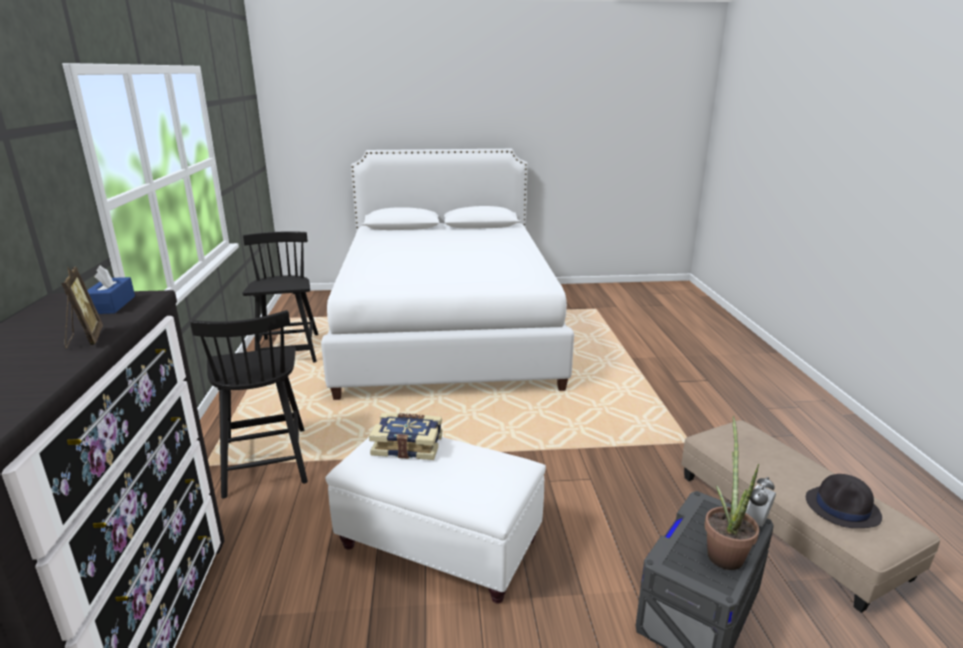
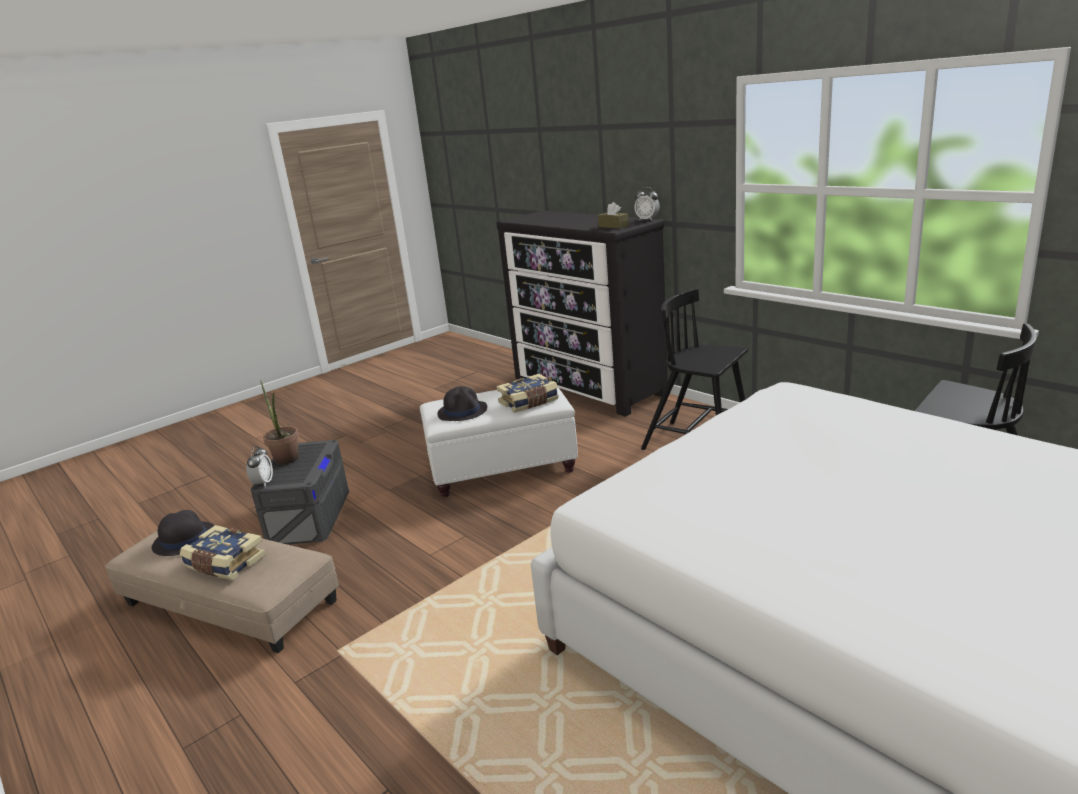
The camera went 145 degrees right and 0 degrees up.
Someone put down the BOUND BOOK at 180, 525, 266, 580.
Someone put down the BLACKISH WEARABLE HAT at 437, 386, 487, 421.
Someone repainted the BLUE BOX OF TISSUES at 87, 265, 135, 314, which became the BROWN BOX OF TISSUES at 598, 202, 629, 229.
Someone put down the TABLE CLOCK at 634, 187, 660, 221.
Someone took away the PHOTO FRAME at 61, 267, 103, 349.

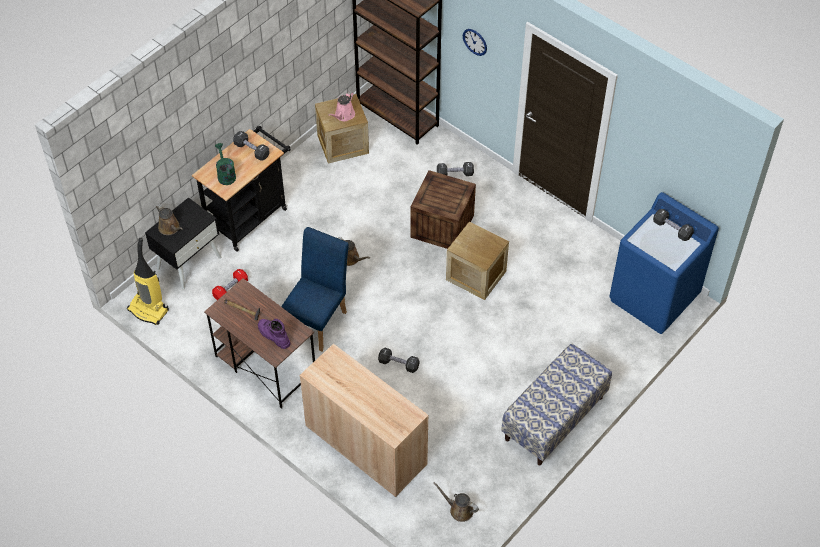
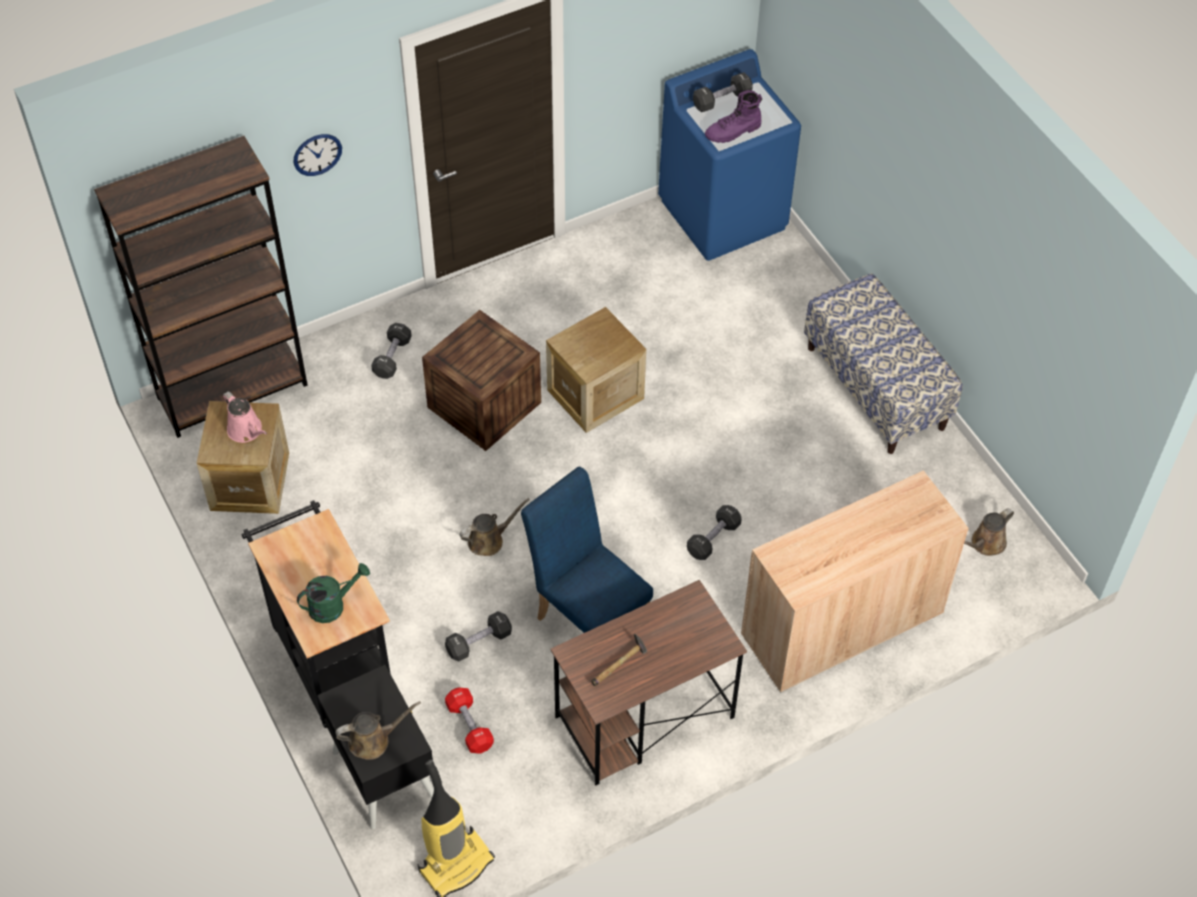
The camera went 70 degrees left and 0 degrees up.
Someone rotated the GREENISH WATERING POT at 215, 143, 236, 185 by 150 degrees clockwise.
Someone carried the BLACKISH DUMBBELL from 233, 131, 269, 161 to 445, 611, 512, 661.
Someone carried the PURPLISH TALL BOOT from 258, 319, 291, 349 to 705, 90, 762, 143.

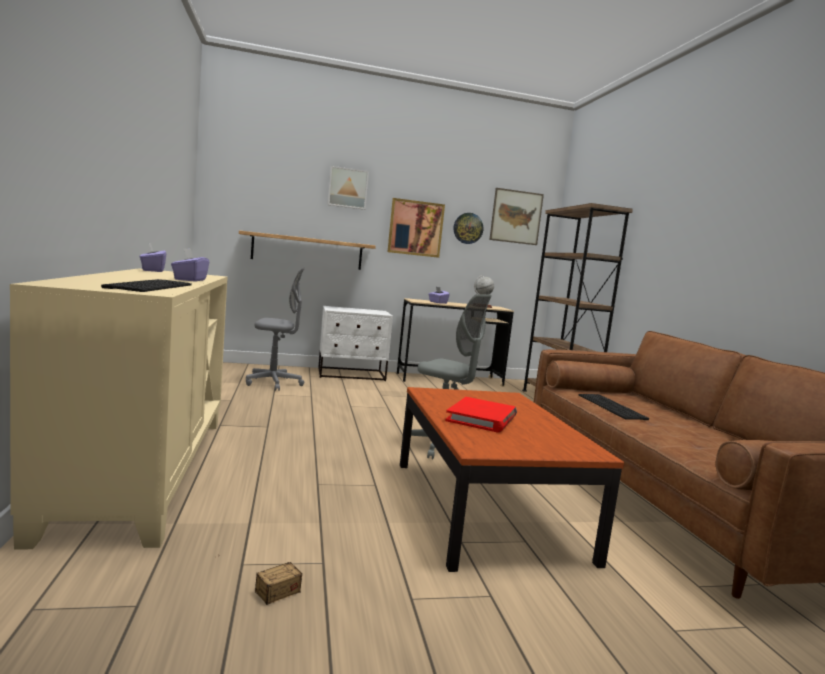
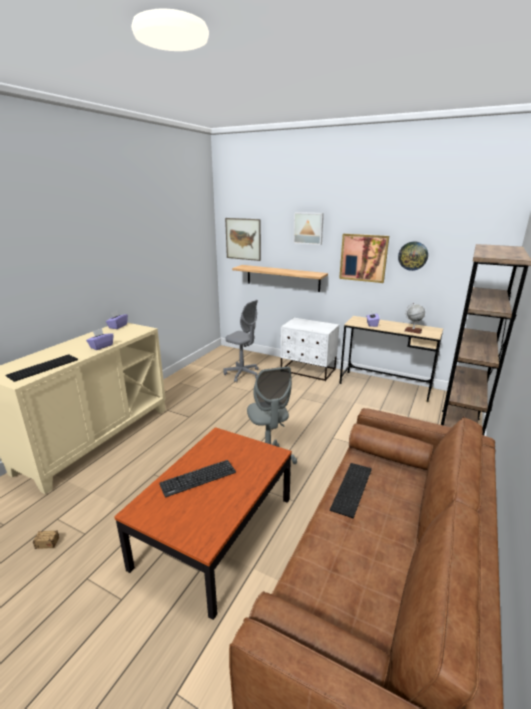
The camera went 40 degrees right and 15 degrees up.
Someone swapped the REDDISH BOUND BOOK at 445, 397, 517, 433 for the PC KEYBOARD at 159, 460, 236, 497.
Someone carried the WALL PICTURE from 489, 188, 544, 245 to 225, 218, 261, 261.

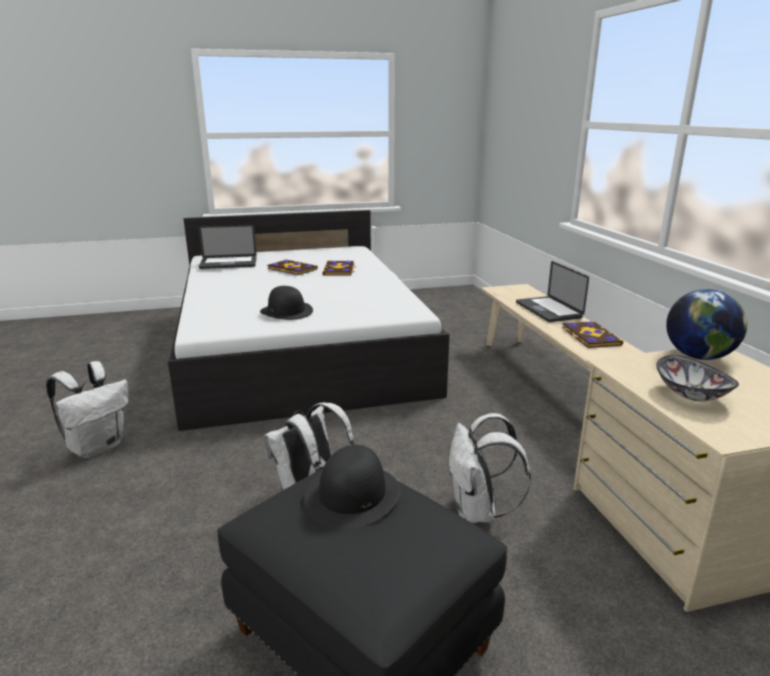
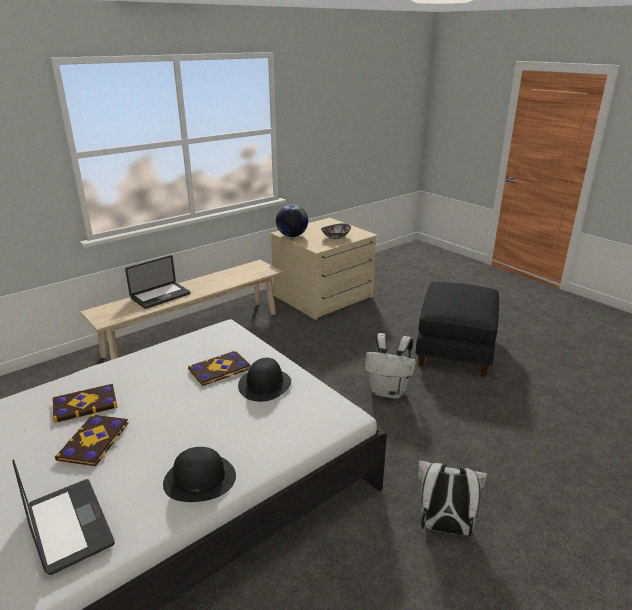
The camera went 115 degrees left and 5 degrees up.
Someone carried the BLACKISH WEARABLE HAT from 304, 445, 400, 529 to 163, 447, 236, 502.
Someone carried the BOUND BOOK from 562, 321, 623, 348 to 188, 350, 251, 386.
Someone took away the WHITE RUCKSACK at 449, 413, 531, 523.

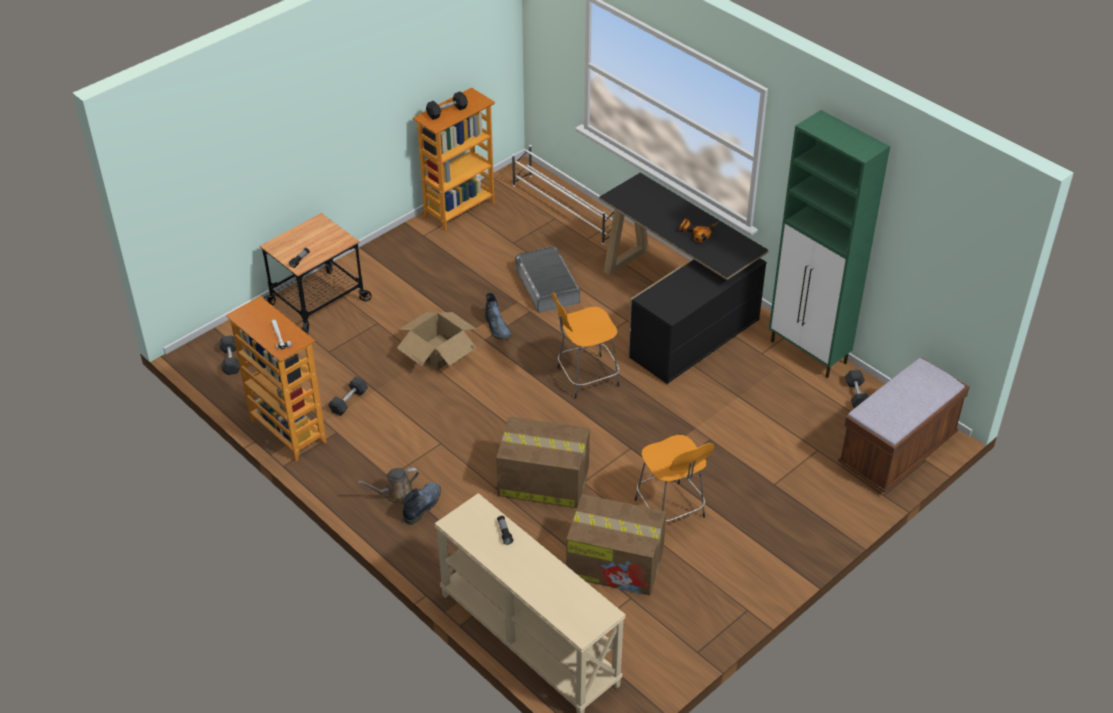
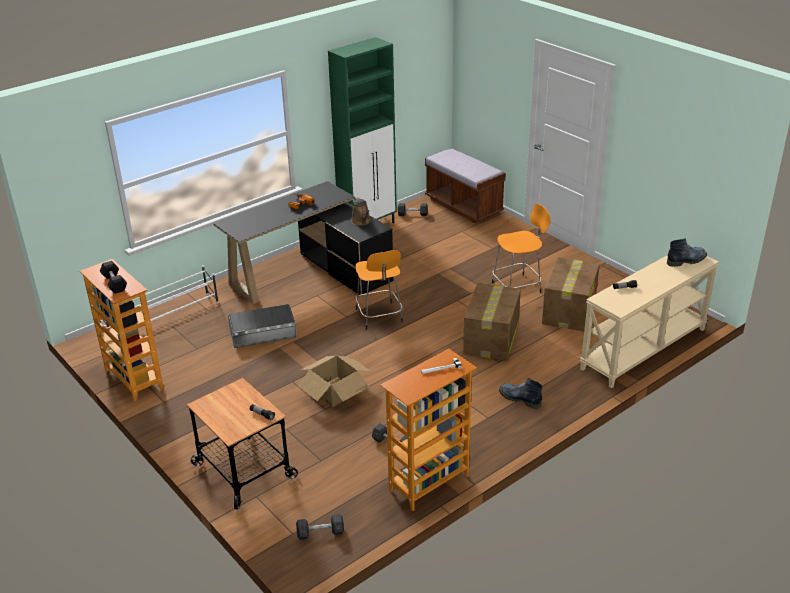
The camera went 85 degrees left and 10 degrees down.
Someone carried the BROWN WATERING POT from 358, 468, 419, 504 to 351, 196, 371, 226.
Someone carried the TALL BOOT from 485, 293, 512, 340 to 667, 238, 707, 267.

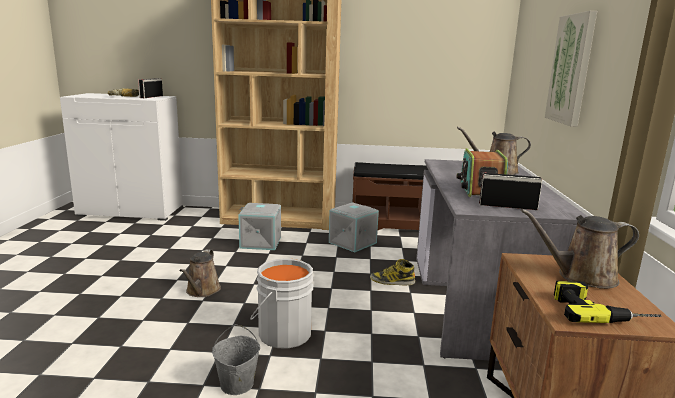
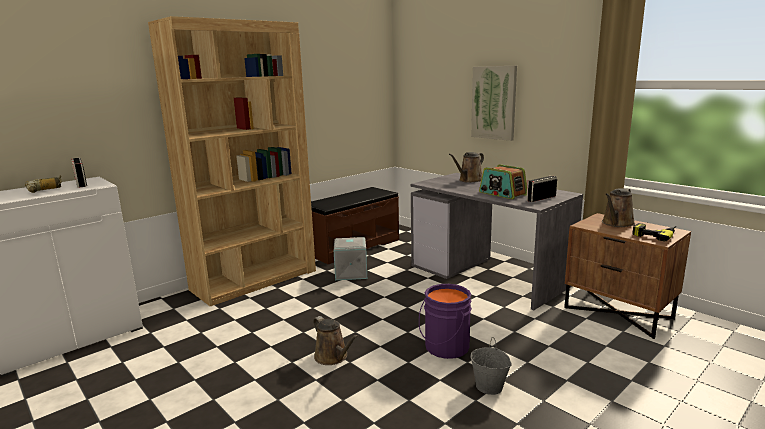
The camera went 45 degrees left and 0 degrees up.
Someone repainted the GREYISH WATER BUCKET at 250, 259, 313, 348, which became the PURPLISH WATER BUCKET at 419, 284, 472, 359.
Someone took away the GREYISH STORAGE CONTAINER at 238, 203, 281, 250.
Someone took away the TALL BOOT at 370, 259, 415, 285.

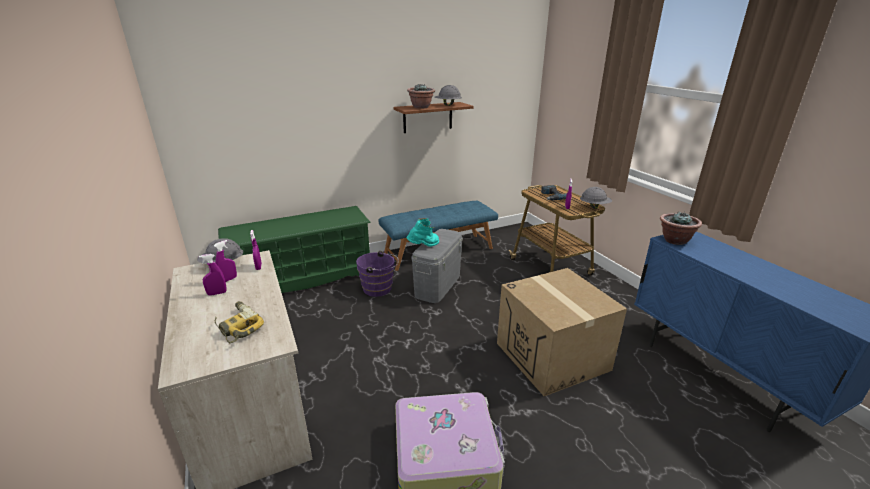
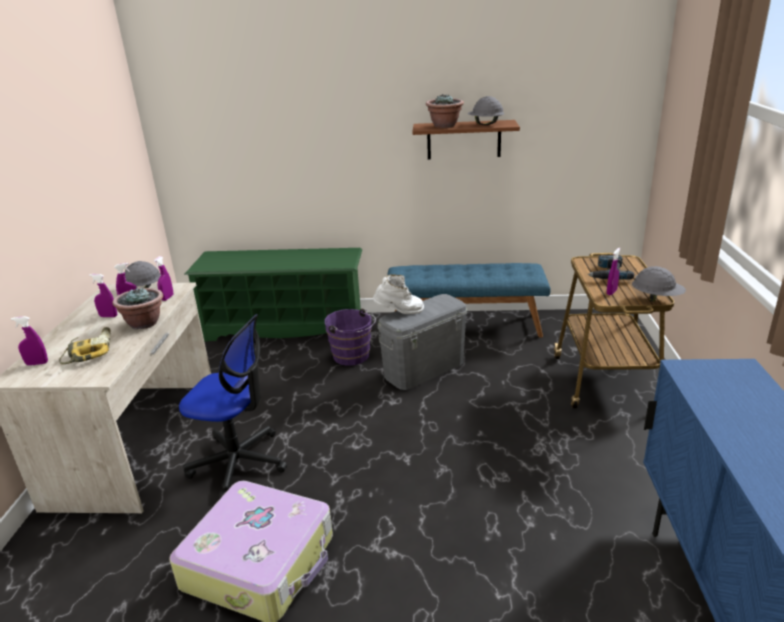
The camera went 30 degrees right and 0 degrees up.
Someone put down the PURPLISH SPRAYER at 11, 316, 48, 366.
Someone carried the HOUSEPLANT from 660, 212, 702, 245 to 112, 286, 163, 329.
Someone put down the COMPUTER CHAIR at 179, 314, 287, 497.
Someone repainted the BLUE-GREEN TALL BOOT at 406, 218, 439, 247, which became the WHITE TALL BOOT at 373, 274, 424, 314.
Someone took away the CARDBOARD BOX at 497, 268, 627, 396.

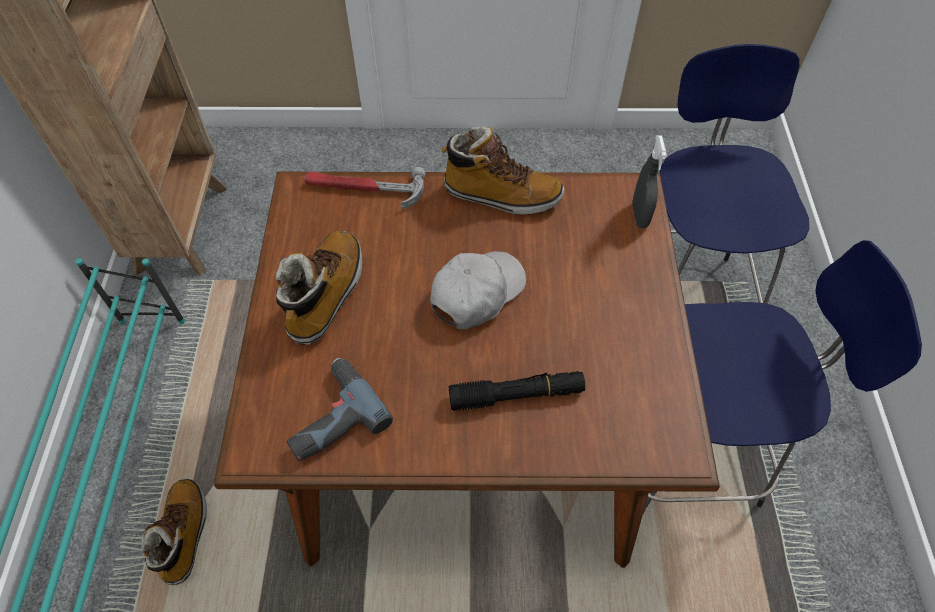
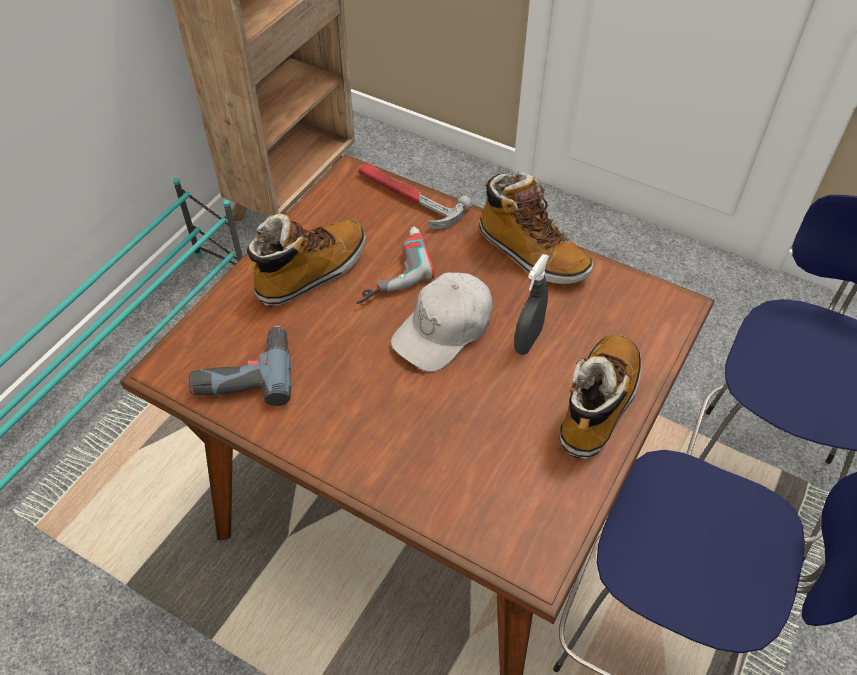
The camera went 30 degrees right and 5 degrees down.
Someone put down the ELECTRIC DRILL at 356, 226, 435, 304.
Someone rotated the WHITE BASEBALL CAP at 430, 251, 526, 329 by 150 degrees clockwise.
Someone carried the GREYISH SPRAYER from 632, 135, 667, 228 to 514, 254, 549, 355.
Someone carried the TALL BOOT from 141, 479, 207, 585 to 559, 335, 642, 459.
Someone took away the BLACKISH HAND TORCH at 449, 371, 585, 411.

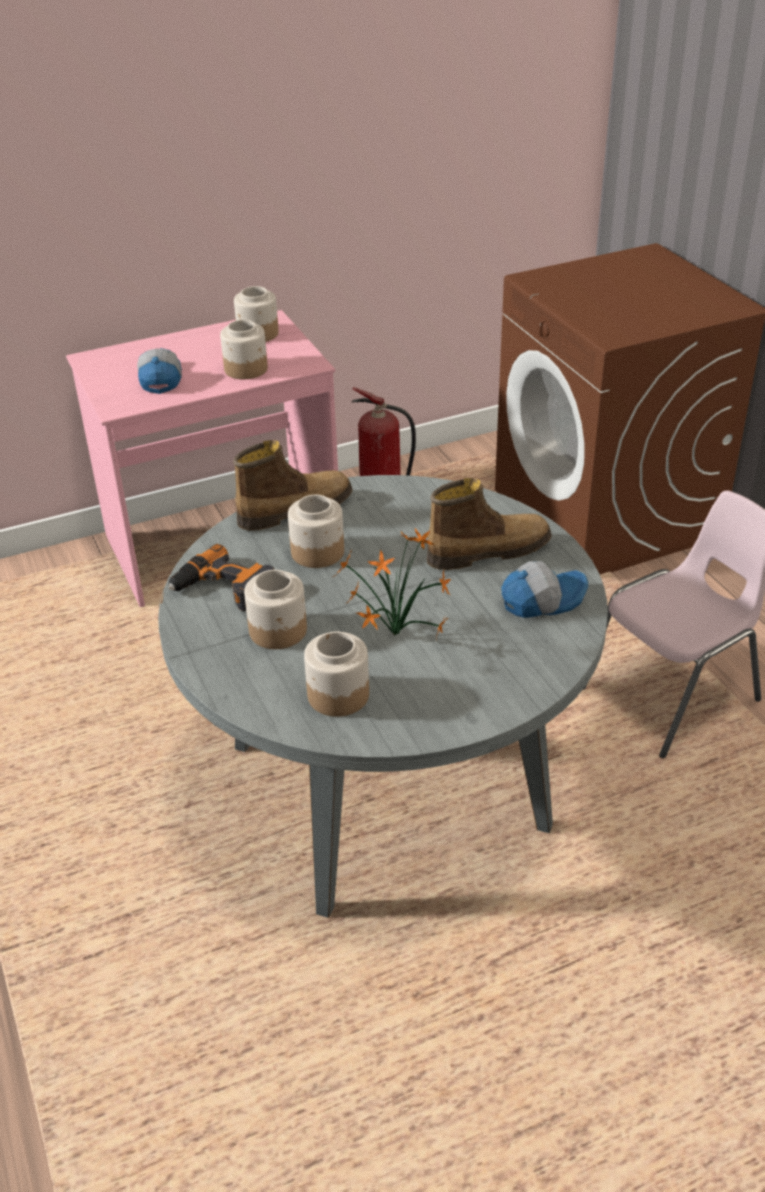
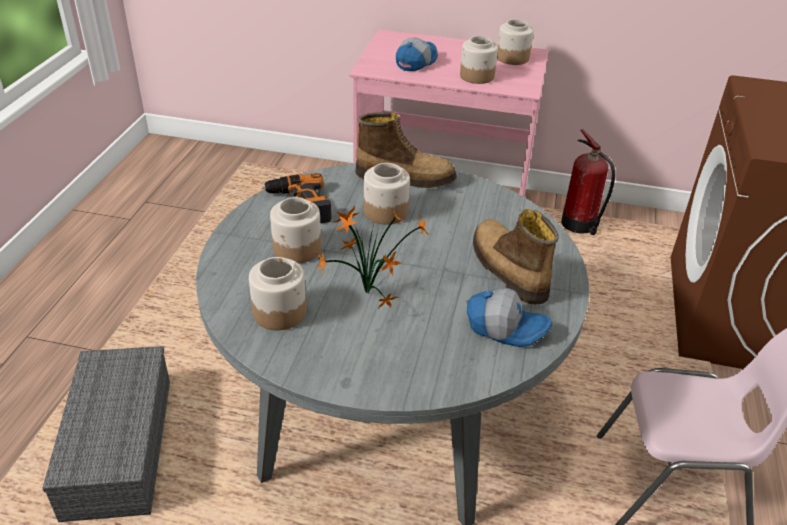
The camera went 35 degrees right and 0 degrees up.
Someone put down the GREYISH STORAGE CONTAINER at 42, 346, 170, 522.
Someone rotated the TALL BOOT at 427, 478, 552, 570 by 135 degrees counterclockwise.

